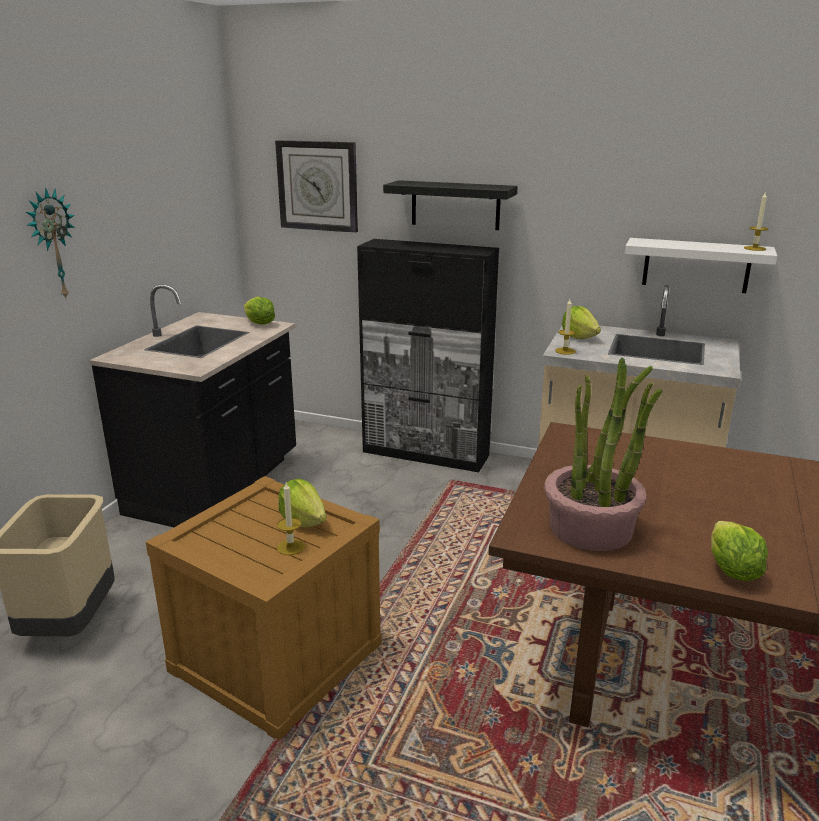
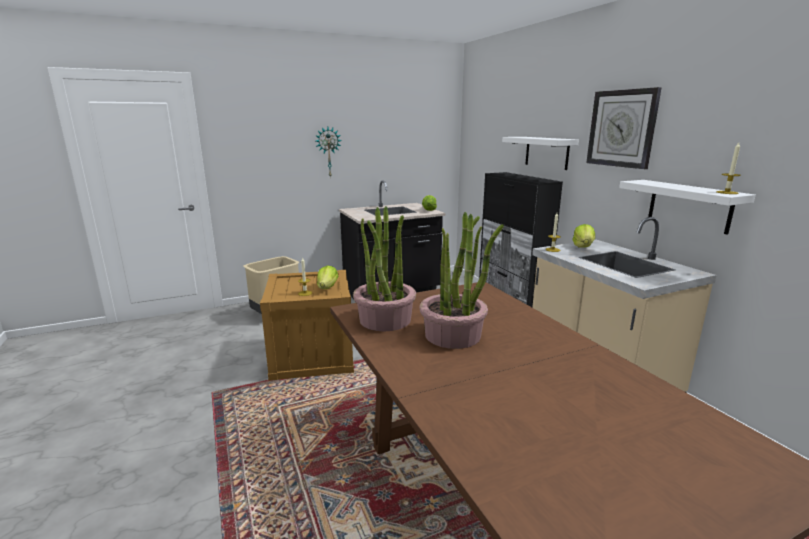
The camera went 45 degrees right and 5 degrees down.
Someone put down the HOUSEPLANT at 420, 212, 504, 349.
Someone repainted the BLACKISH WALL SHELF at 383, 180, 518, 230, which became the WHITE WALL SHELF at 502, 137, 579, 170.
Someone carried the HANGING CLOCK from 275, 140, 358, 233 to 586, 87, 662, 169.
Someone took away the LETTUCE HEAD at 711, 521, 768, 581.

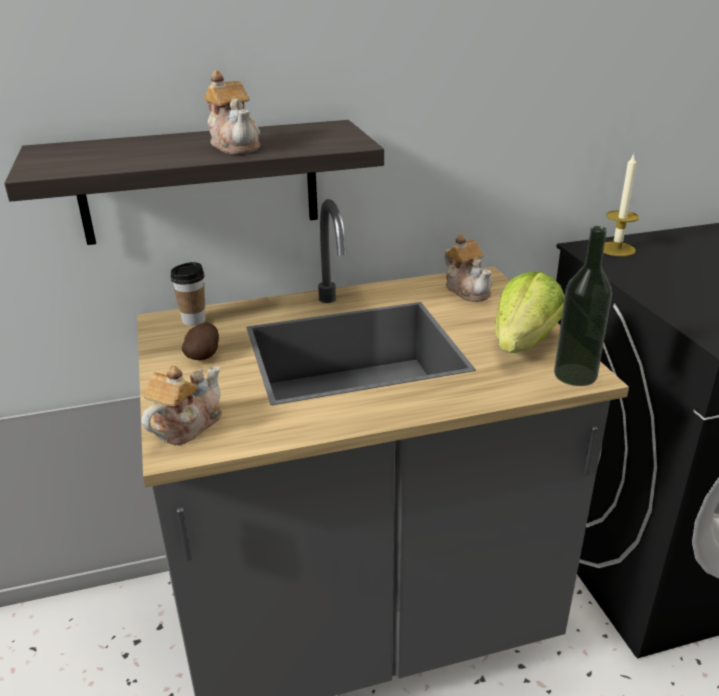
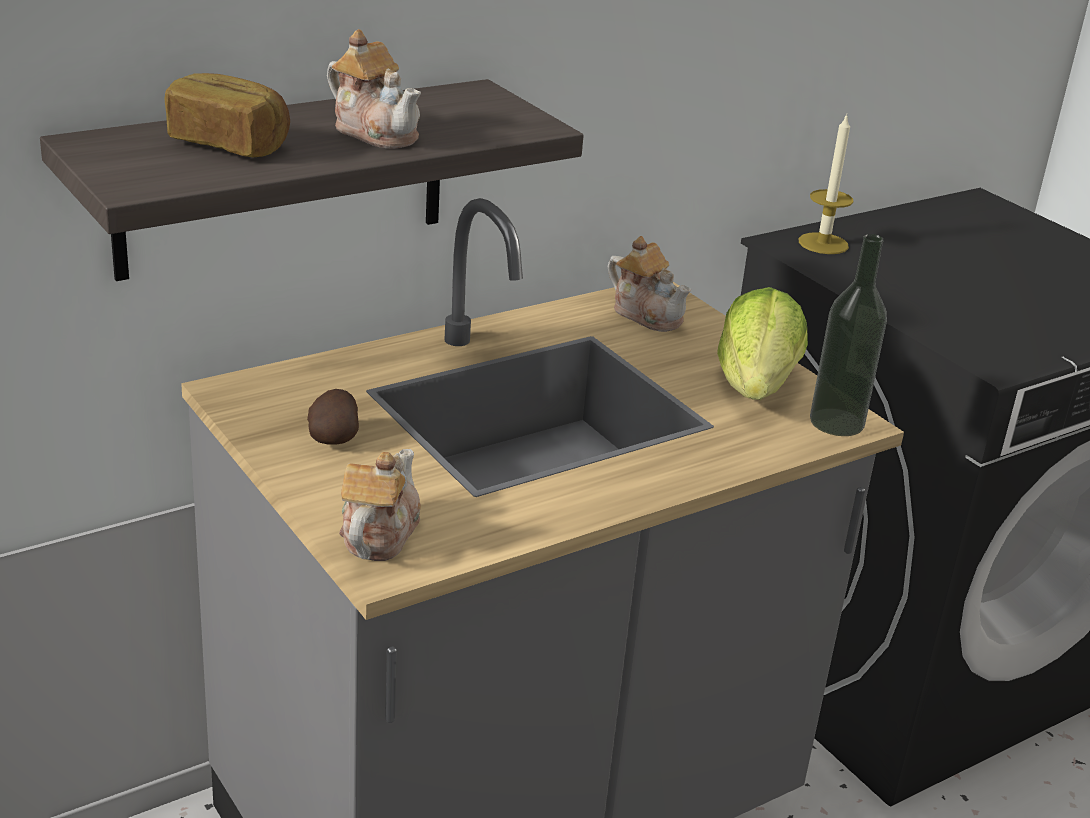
The camera went 20 degrees left and 0 degrees up.
Someone put down the BAKED BREAD at 164, 73, 290, 158.
Someone took away the SMALL CUP at 170, 262, 205, 326.

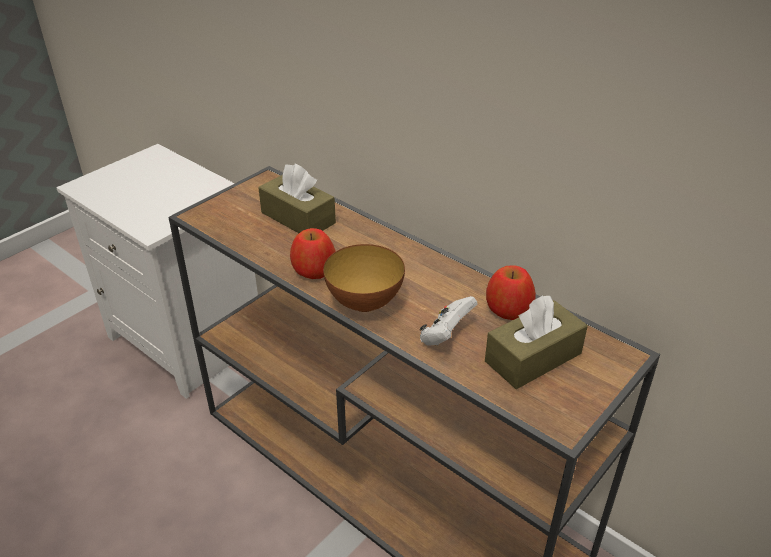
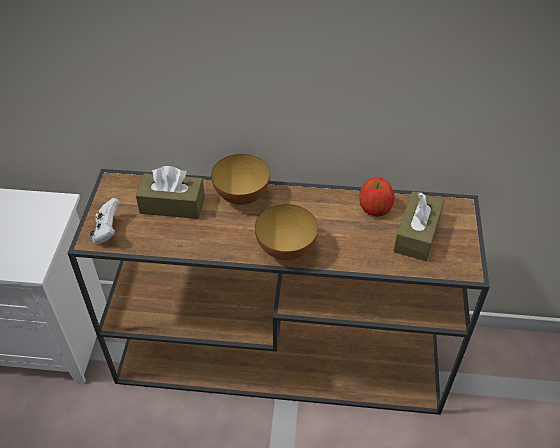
The camera went 35 degrees left and 10 degrees up.
Someone carried the WHITE GAMEPAD from 419, 296, 478, 346 to 90, 198, 120, 244.
Someone put down the DEEP DISH at 211, 154, 270, 205.
Someone took away the APPLE FRUIT at 290, 228, 336, 279.

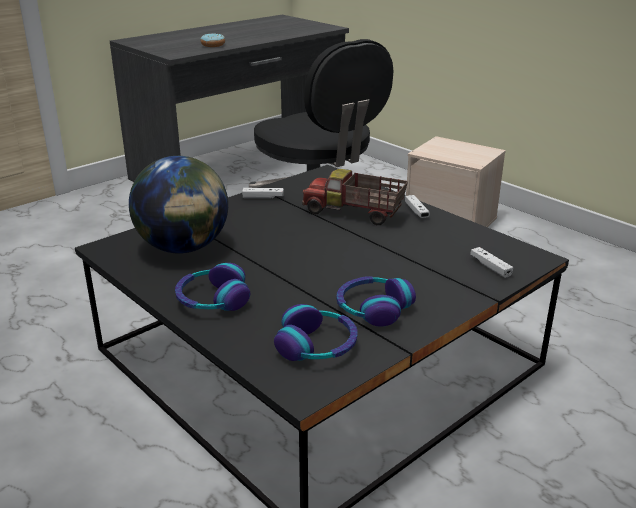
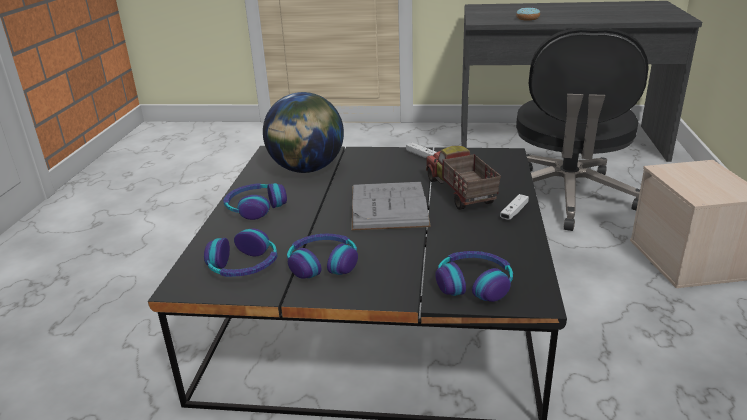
The camera went 50 degrees right and 0 degrees up.
Someone put down the GREYISH BOUND BOOK at 352, 182, 431, 231.
Someone swapped the WHITE GAMEPAD at 470, 247, 513, 278 for the PAIR OF HEADPHONES at 435, 251, 513, 302.

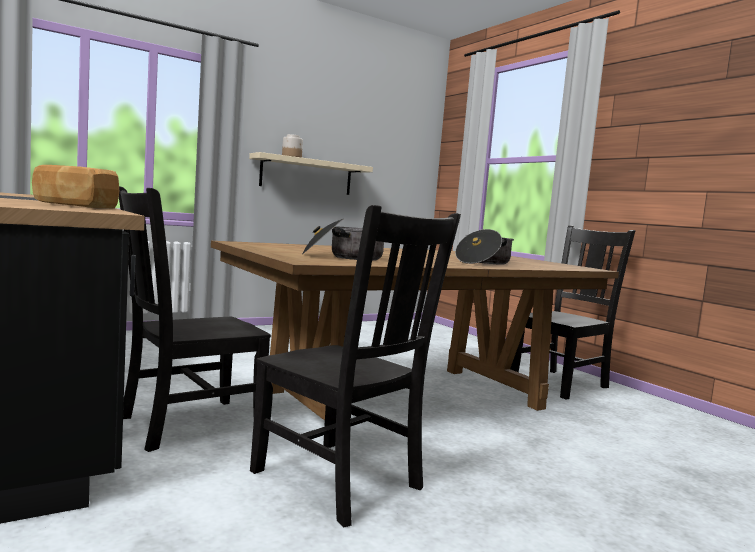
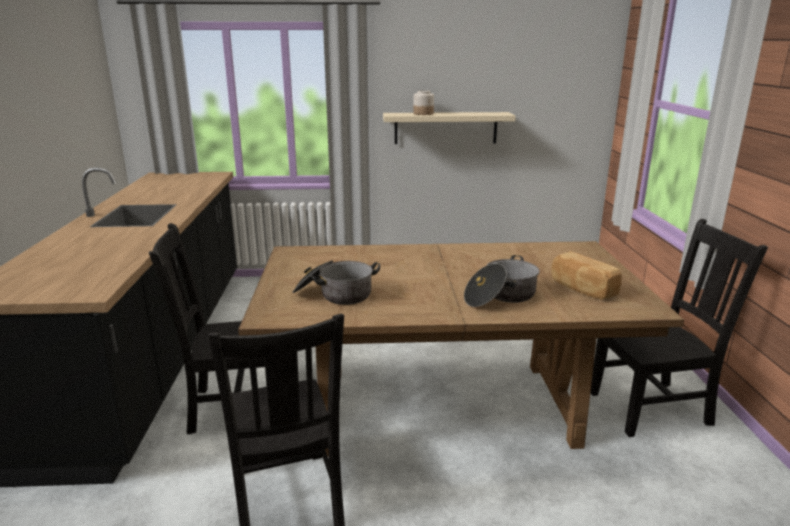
The camera went 30 degrees right and 15 degrees up.
Someone carried the BAKED BREAD from 32, 165, 119, 209 to 551, 251, 622, 300.

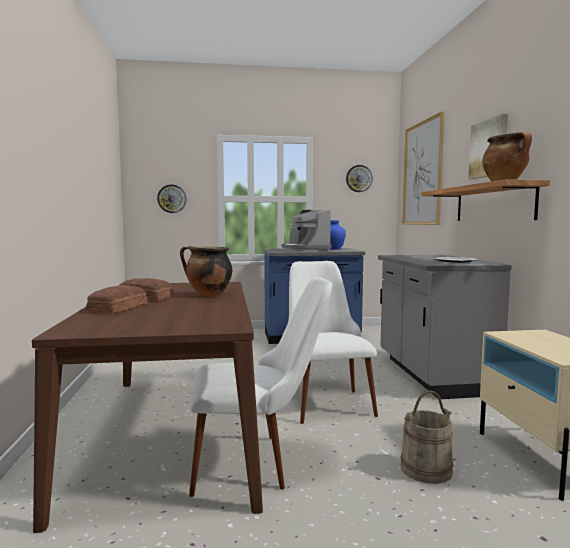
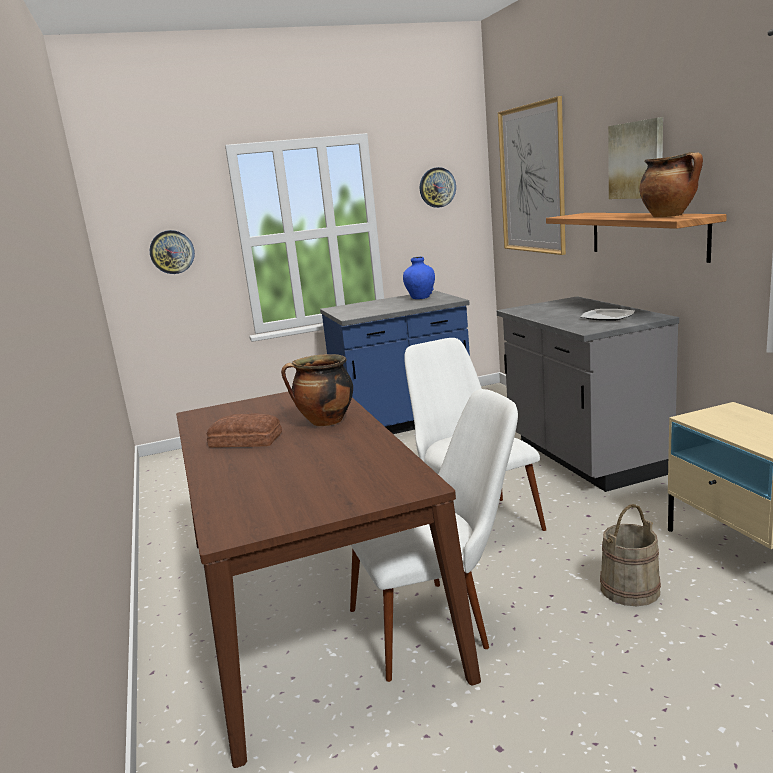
The camera went 10 degrees left and 10 degrees up.
Someone took away the BAKED BREAD at 86, 285, 148, 314.
Someone took away the COFFEE BREWER at 282, 210, 331, 251.

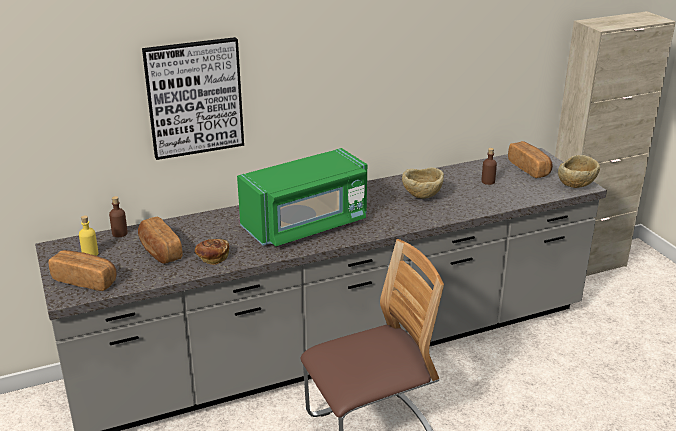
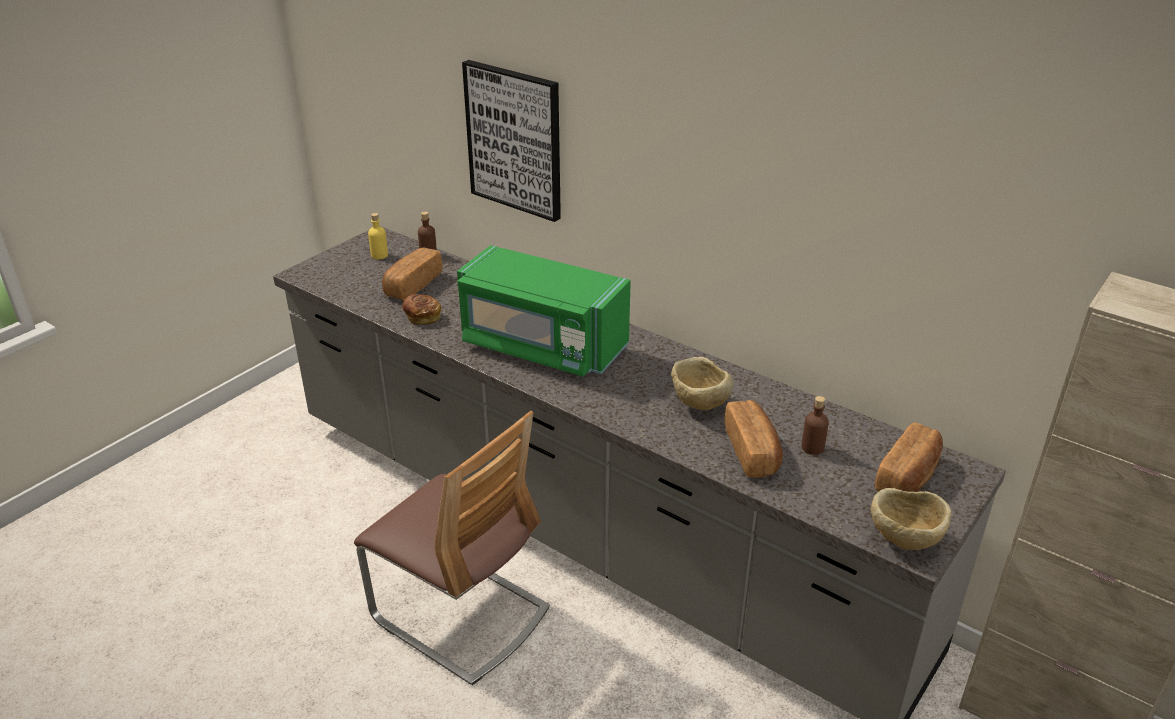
The camera went 60 degrees right and 5 degrees up.
Someone carried the BAKED BREAD from 48, 250, 116, 291 to 725, 400, 783, 478.

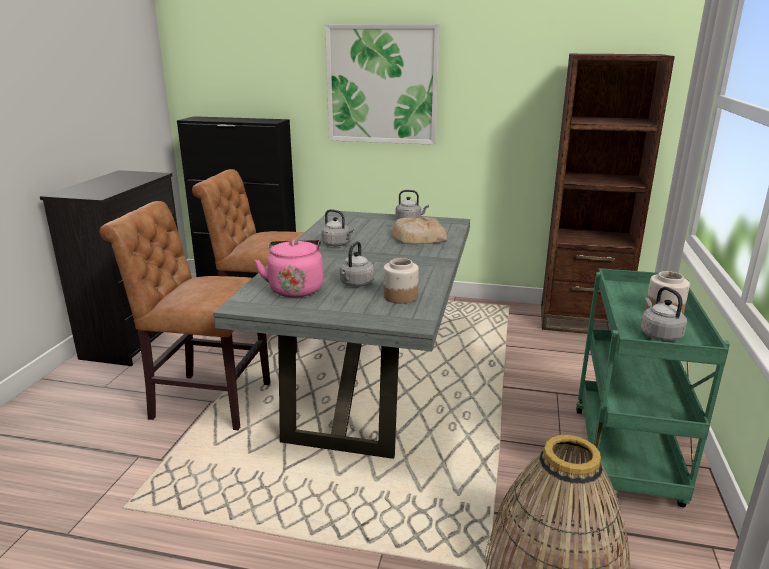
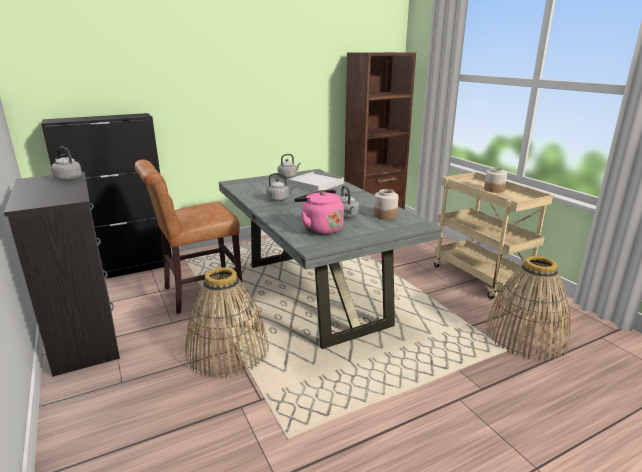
The camera went 40 degrees left and 0 degrees up.
Someone carried the GREYISH WATER KETTLE from 640, 287, 687, 342 to 51, 147, 82, 181.
Someone swapped the BROWN PLAIN CHAIR at 100, 201, 270, 430 for the HOUSEHOLD BASKET at 185, 267, 269, 379.
Someone swapped the BAKED BREAD at 392, 217, 448, 244 for the WHITE TRAY at 288, 171, 344, 192.
Someone repainted the GREENISH WHEELED CART at 576, 268, 730, 507, which became the BEIGE WHEELED CART at 434, 172, 553, 299.
Someone took away the WALL PICTURE at 325, 24, 440, 145.

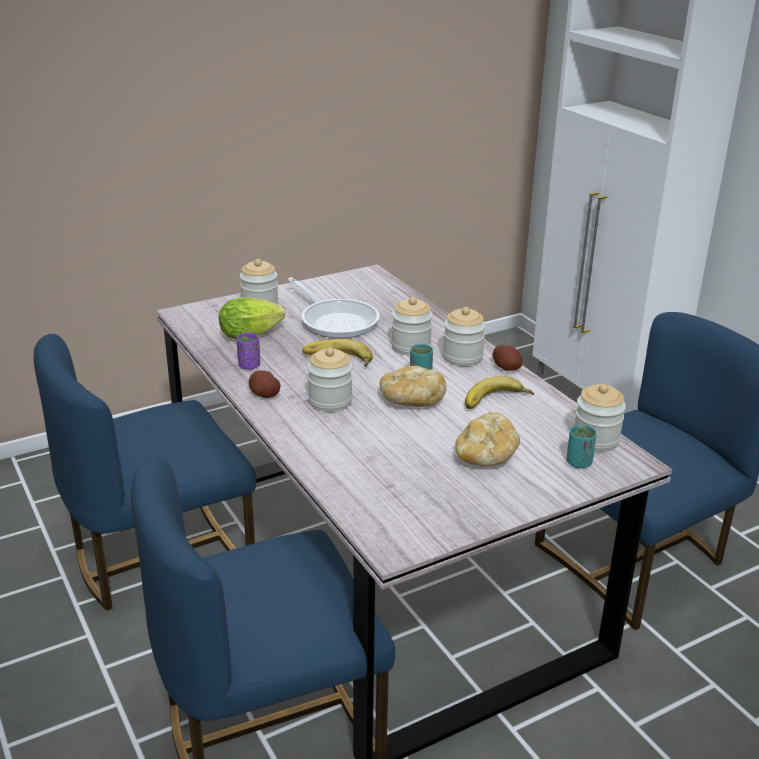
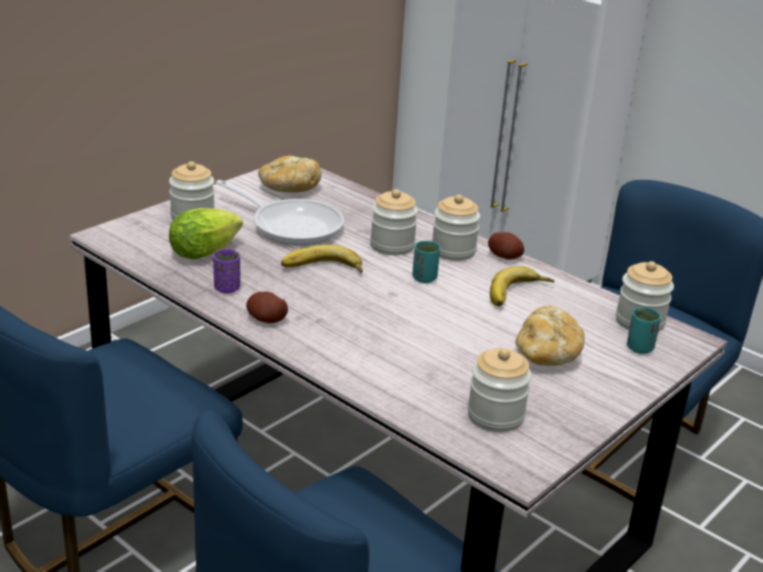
The camera went 20 degrees left and 0 degrees up.
Someone carried the BAKED BREAD from 380, 366, 447, 407 to 258, 156, 322, 193.
Someone carried the STORAGE JAR from 307, 347, 353, 412 to 467, 348, 532, 432.

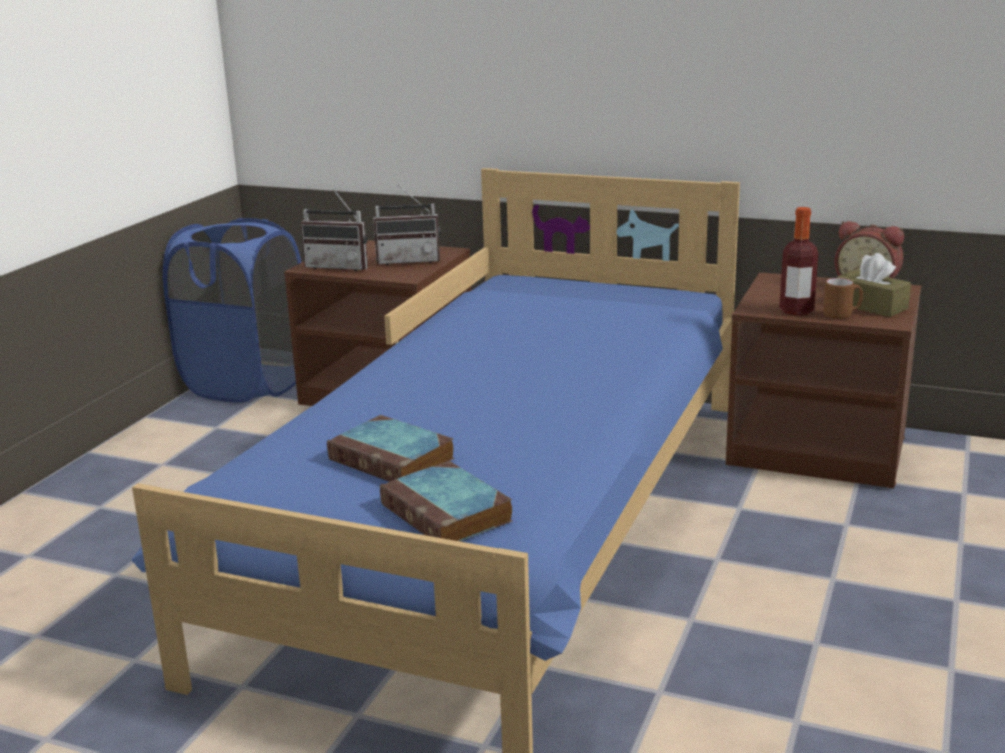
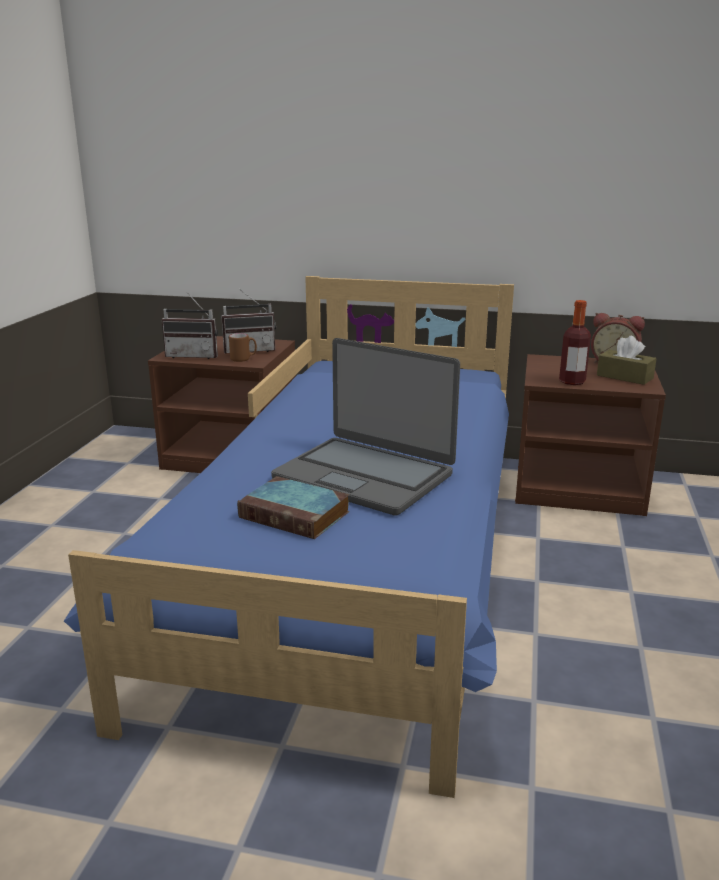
The camera went 10 degrees left and 0 degrees up.
Someone carried the BROWN MUG from 823, 278, 863, 319 to 229, 333, 257, 362.
Someone put down the NOTEBOOK COMPUTER at 271, 338, 460, 516.
Someone took away the BLUE HAMPER at 163, 218, 301, 403.
Someone took away the BOUND BOOK at 380, 461, 512, 542.

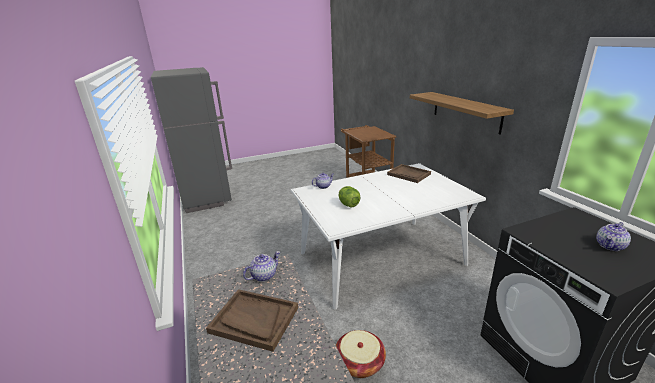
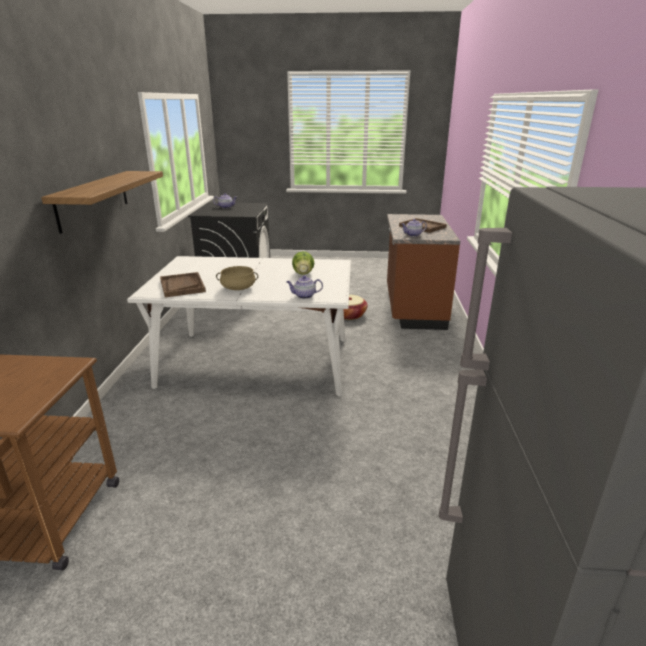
The camera went 155 degrees left and 0 degrees up.
Someone put down the BEIGE STOCKPOT at 216, 266, 258, 290.

